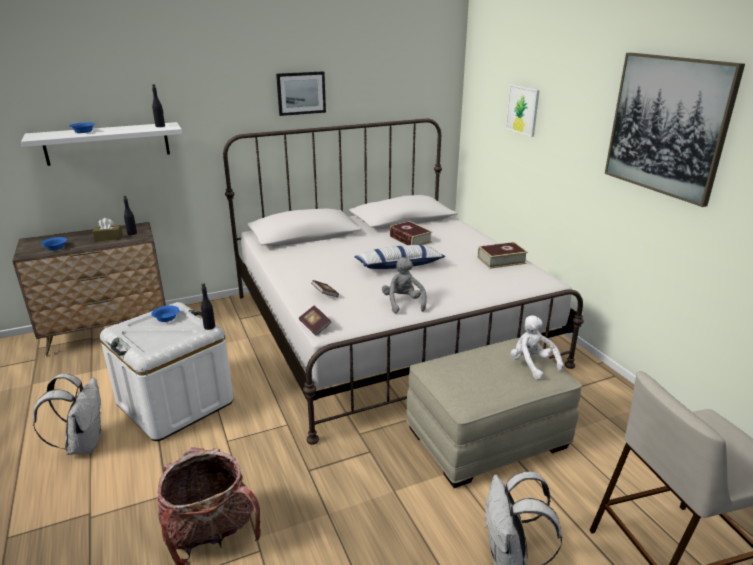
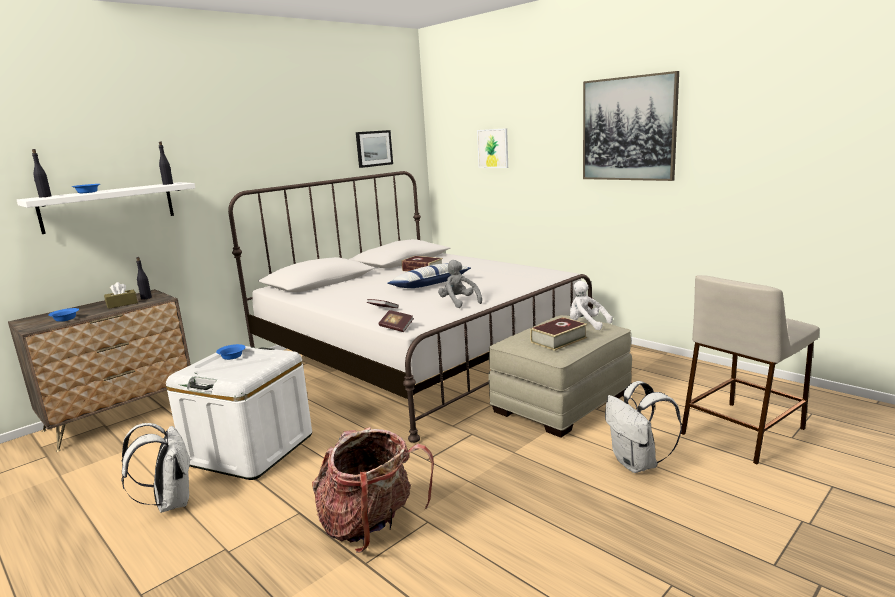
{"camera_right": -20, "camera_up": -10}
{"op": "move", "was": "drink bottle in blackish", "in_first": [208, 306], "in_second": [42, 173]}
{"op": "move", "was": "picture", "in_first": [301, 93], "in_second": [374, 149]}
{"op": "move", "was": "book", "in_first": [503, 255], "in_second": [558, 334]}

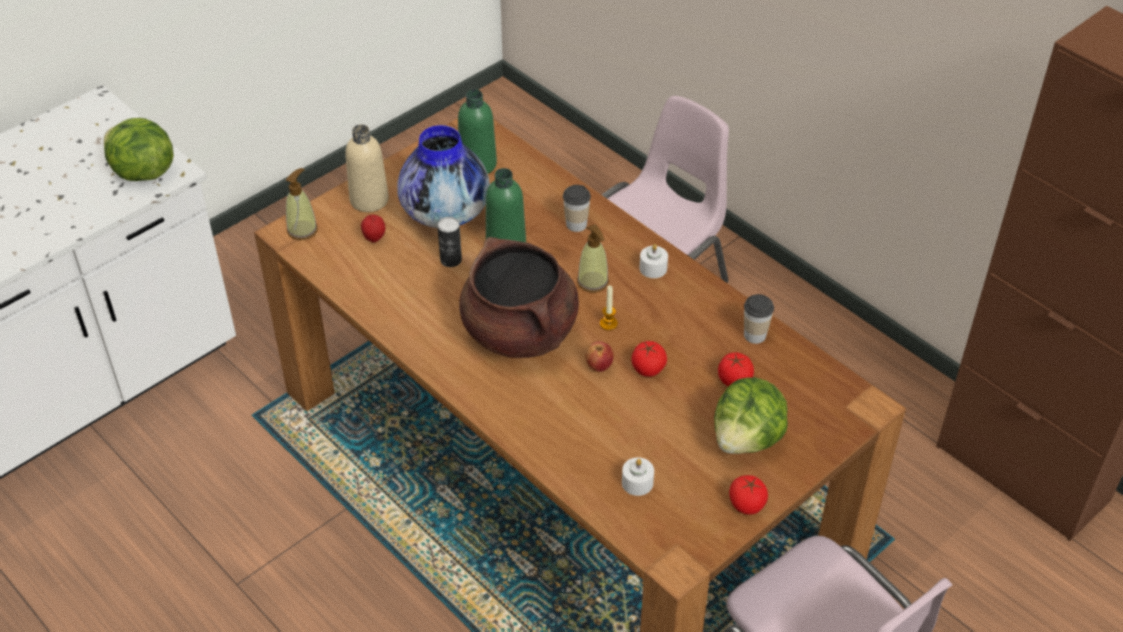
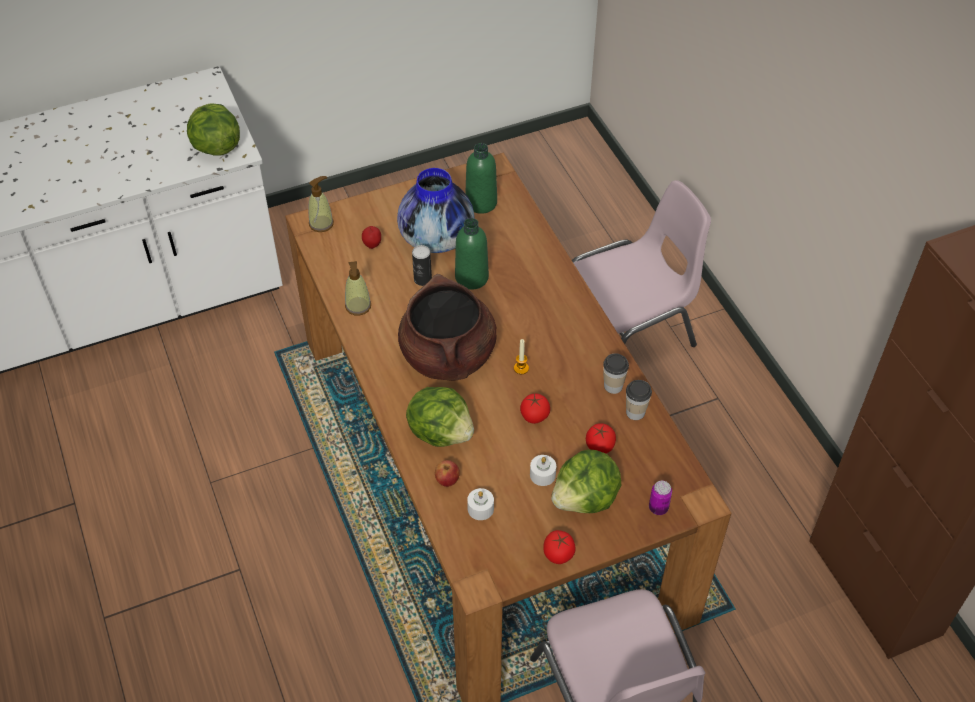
{"camera_right": 20, "camera_up": 5}
{"op": "delete", "was": "drink bottle in beige", "in_first": [367, 168]}
{"op": "move", "was": "drinking cup", "in_first": [577, 208], "in_second": [616, 373]}
{"op": "move", "was": "soap dispenser", "in_first": [593, 258], "in_second": [358, 288]}
{"op": "move", "was": "whole apple", "in_first": [599, 356], "in_second": [447, 473]}
{"op": "move", "was": "candle in white", "in_first": [654, 261], "in_second": [543, 470]}
{"op": "insert", "now": "lettuce head", "in_second": [440, 417]}
{"op": "insert", "now": "sealed can", "in_second": [660, 498]}

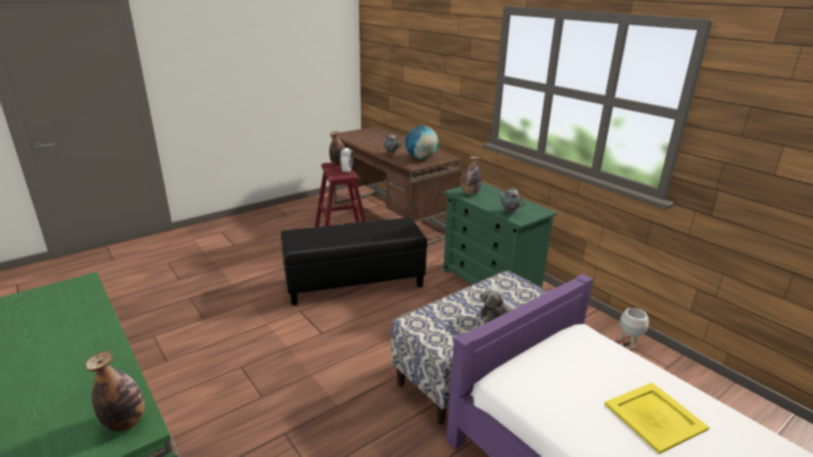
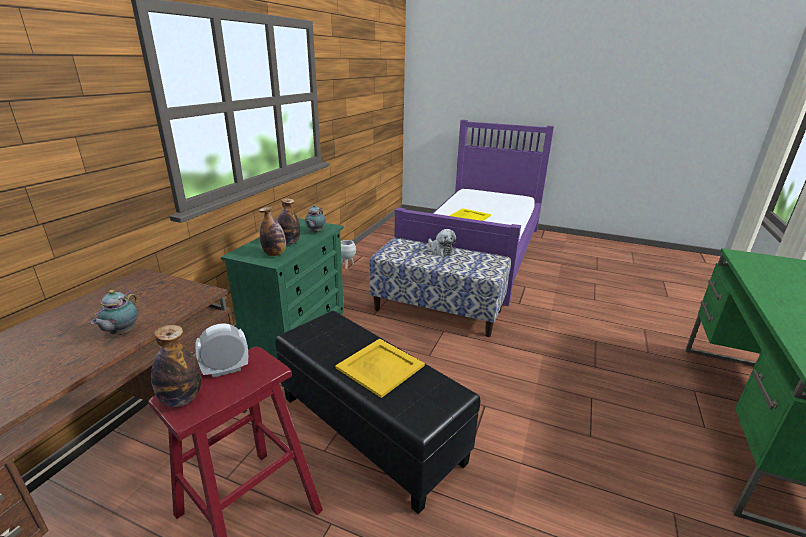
{"camera_right": -120, "camera_up": 0}
{"op": "move", "was": "drink bottle", "in_first": [115, 391], "in_second": [288, 221]}
{"op": "delete", "was": "world globe", "in_first": [422, 142]}
{"op": "insert", "now": "tray in yellow", "in_second": [380, 368]}

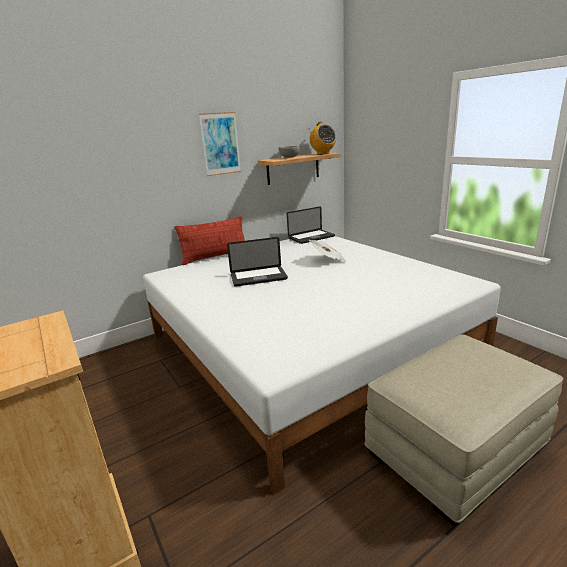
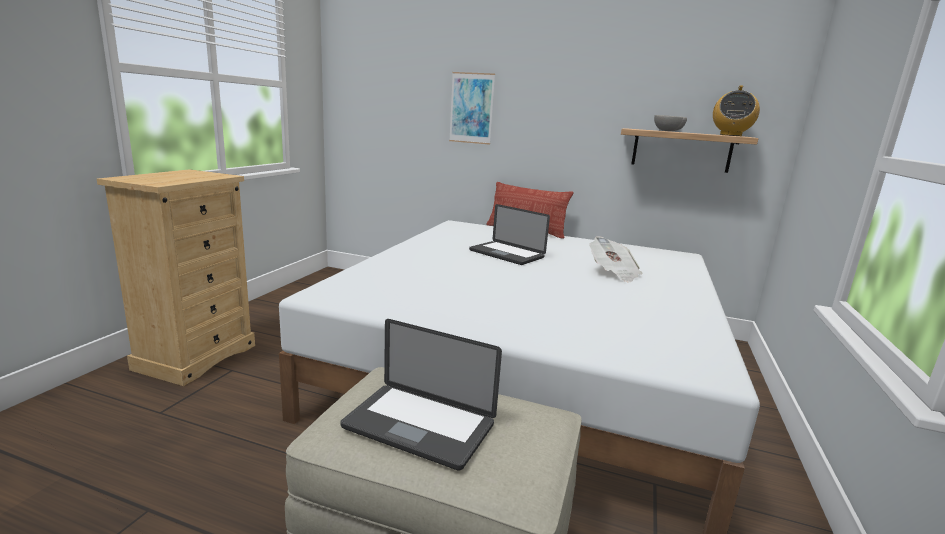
{"camera_right": 50, "camera_up": -5}
{"op": "move", "was": "picture", "in_first": [220, 144], "in_second": [472, 108]}
{"op": "move", "was": "laptop", "in_first": [311, 225], "in_second": [421, 394]}

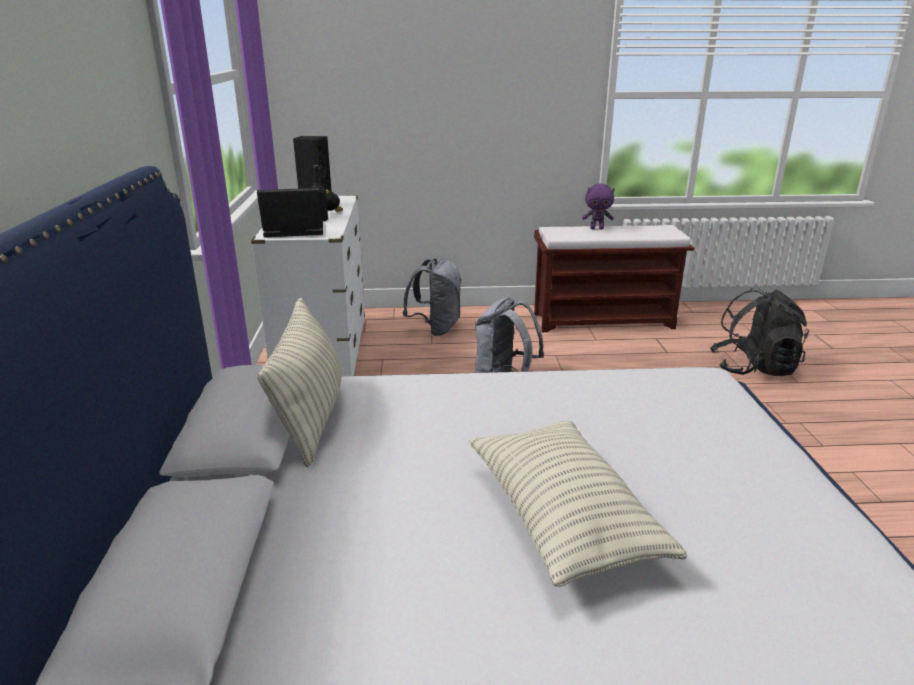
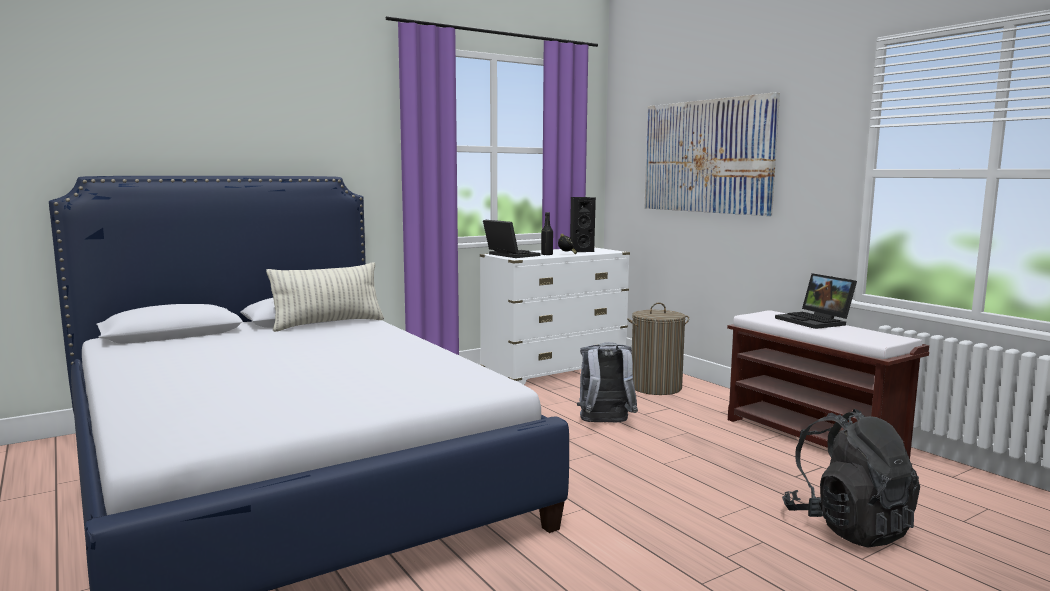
{"camera_right": 60, "camera_up": -15}
{"op": "replace", "was": "knapsack in greyish", "now": "laundry basket", "in_first": [432, 297], "in_second": [658, 348]}
{"op": "delete", "was": "throw pillow", "in_first": [578, 504]}
{"op": "replace", "was": "plush toy in purple-coloured", "now": "laptop", "in_first": [598, 206], "in_second": [816, 301]}
{"op": "insert", "now": "picture", "in_second": [712, 154]}

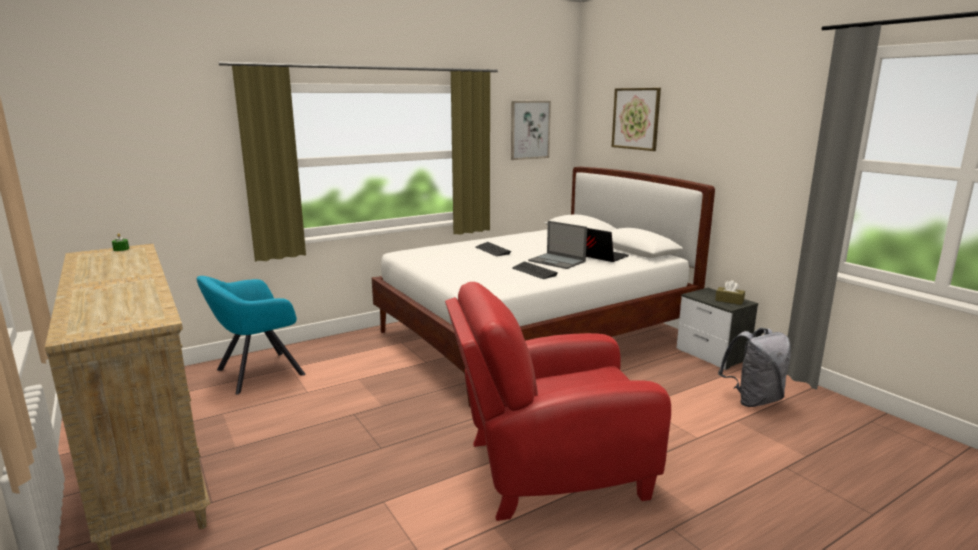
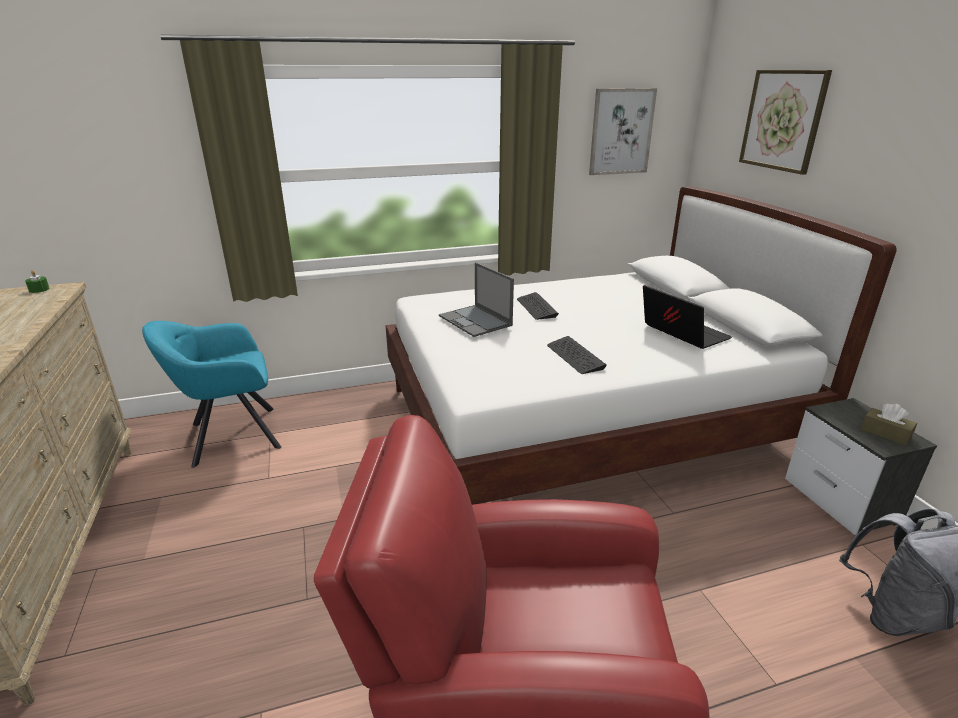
{"camera_right": 15, "camera_up": 10}
{"op": "move", "was": "laptop", "in_first": [557, 245], "in_second": [476, 299]}

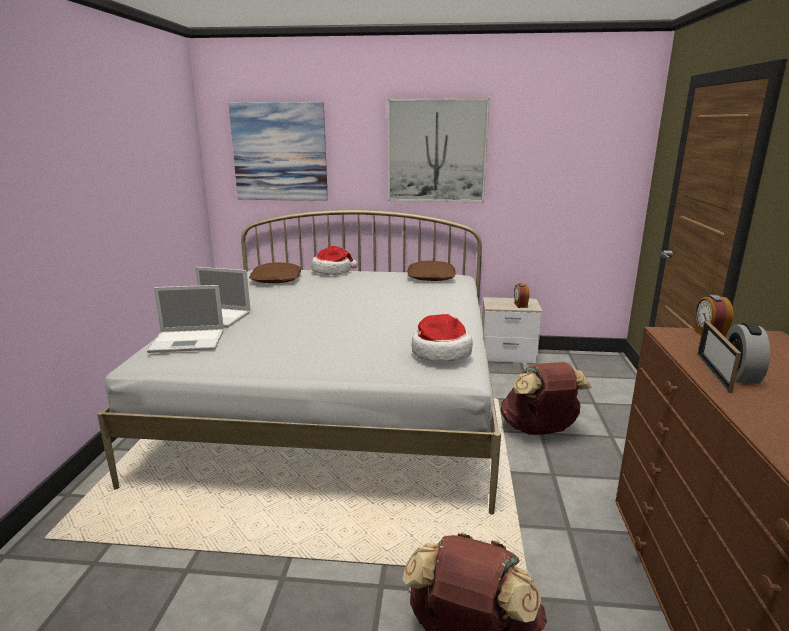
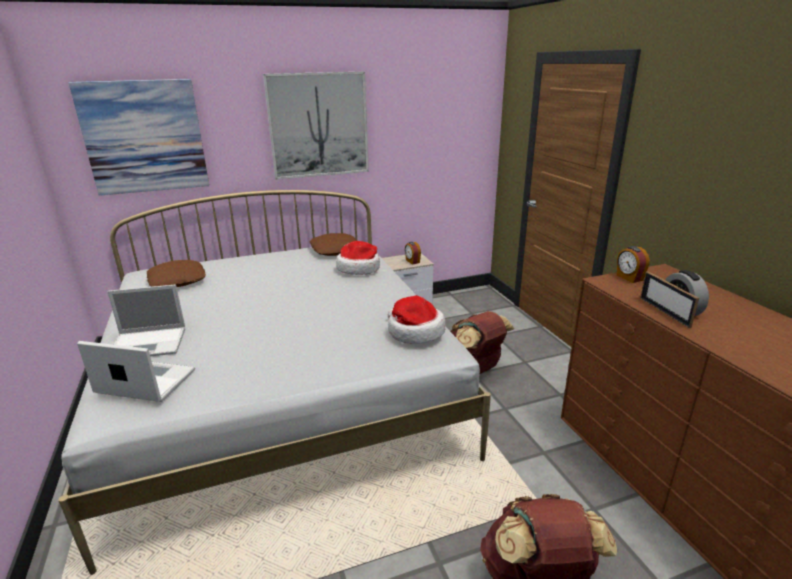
{"camera_right": -25, "camera_up": 5}
{"op": "rotate", "was": "laptop", "in_first": [185, 319], "in_second": [136, 371], "clockwise": -135}
{"op": "move", "was": "wearable hat", "in_first": [334, 260], "in_second": [358, 258]}

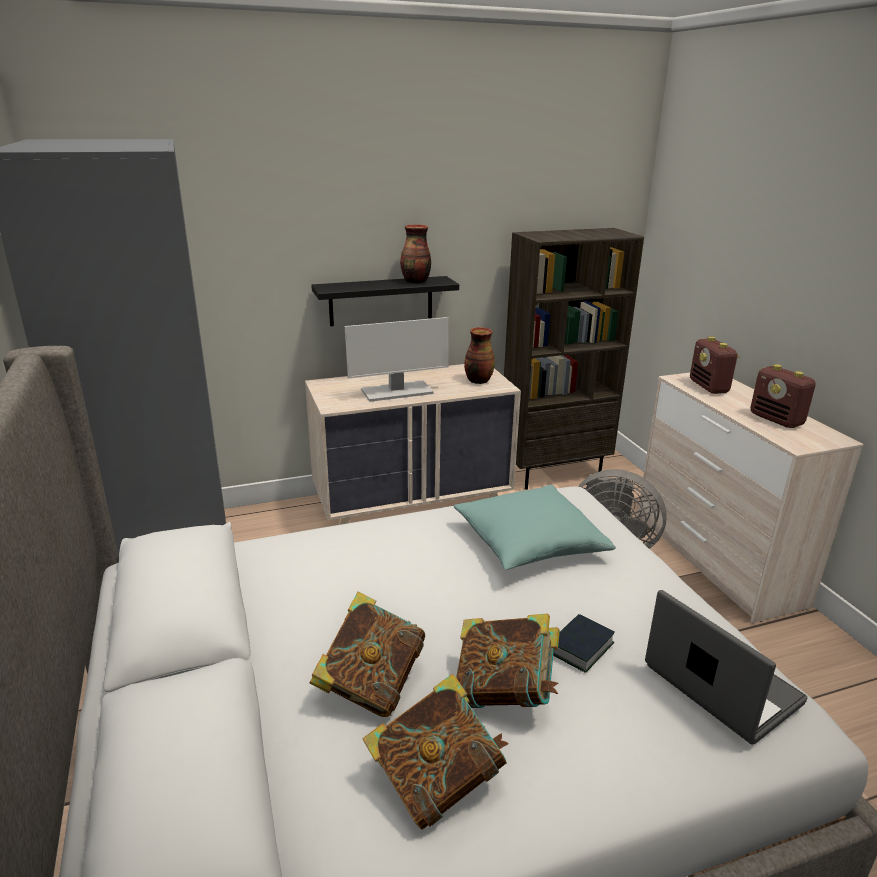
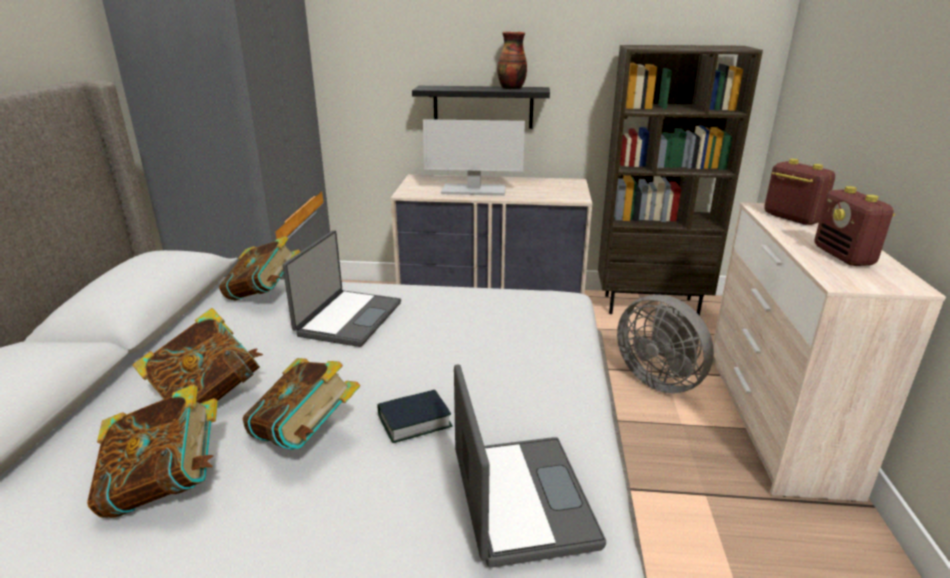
{"camera_right": 25, "camera_up": 0}
{"op": "delete", "was": "throw pillow in turquoise-coloured", "in_first": [535, 527]}
{"op": "delete", "was": "flower vase", "in_first": [479, 355]}
{"op": "rotate", "was": "radio receiver", "in_first": [714, 365], "in_second": [799, 192], "clockwise": 135}
{"op": "insert", "now": "book", "in_second": [259, 268]}
{"op": "insert", "now": "laptop", "in_second": [342, 288]}

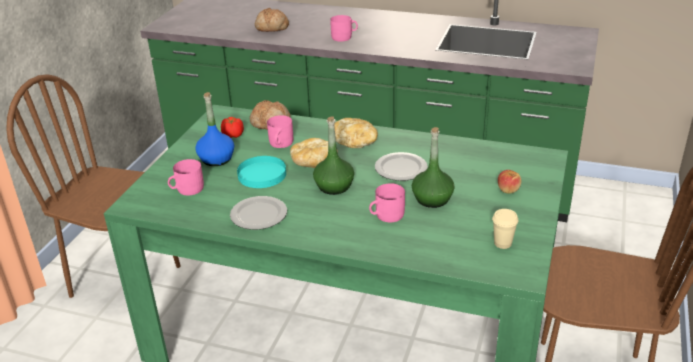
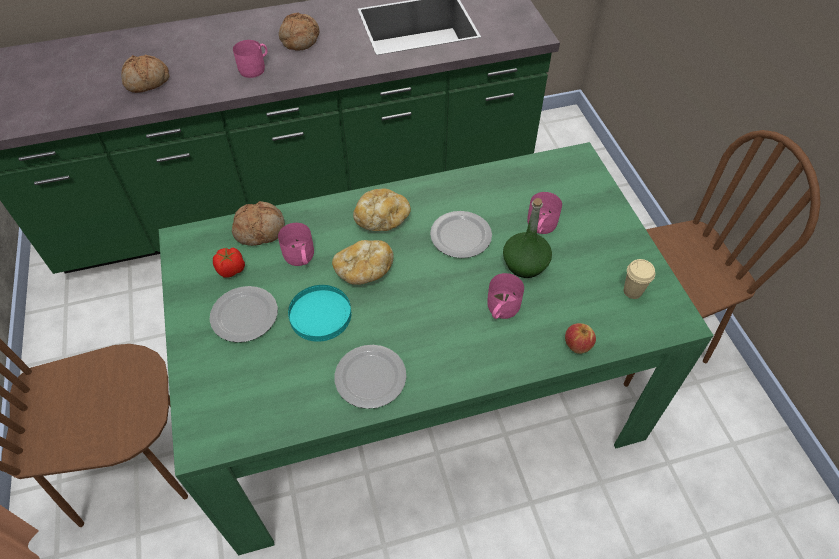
{"camera_right": -35, "camera_up": 20}
{"op": "move", "was": "coffee mug in pinkish", "in_first": [186, 177], "in_second": [544, 213]}
{"op": "replace", "was": "drink bottle in bluish", "now": "dinner plate", "in_first": [214, 129], "in_second": [244, 314]}
{"op": "delete", "was": "drink bottle in green-coloured", "in_first": [333, 155]}
{"op": "move", "was": "whole apple", "in_first": [509, 181], "in_second": [580, 338]}
{"op": "insert", "now": "bread", "in_second": [299, 32]}

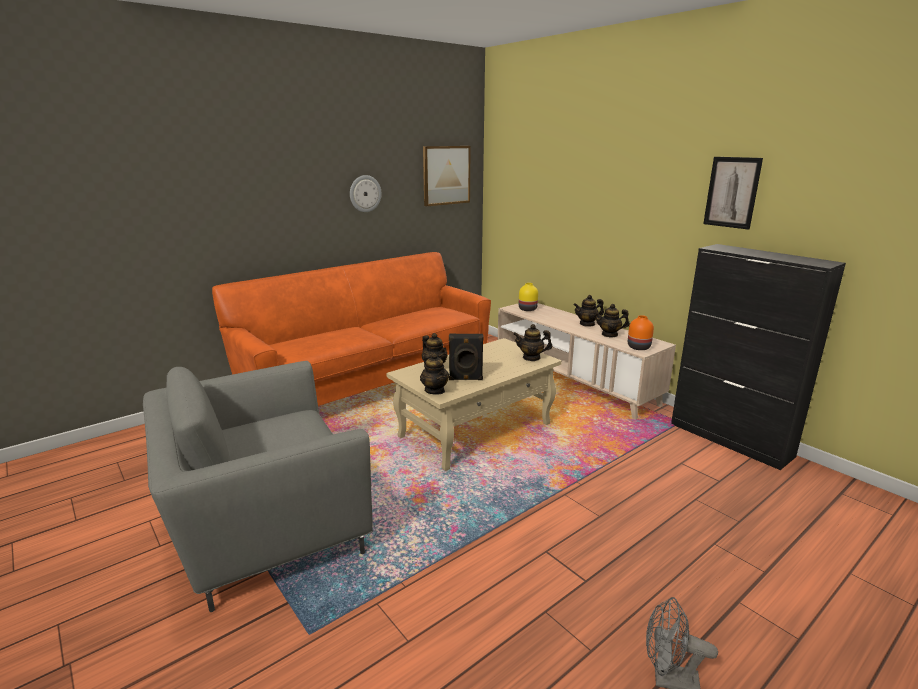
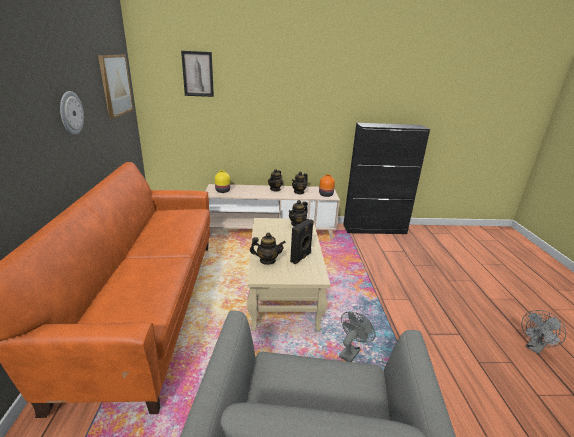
{"camera_right": -55, "camera_up": 5}
{"op": "delete", "was": "pot for tea", "in_first": [434, 374]}
{"op": "move", "was": "picture", "in_first": [733, 193], "in_second": [197, 74]}
{"op": "insert", "now": "fan in greyish", "in_second": [357, 337]}

